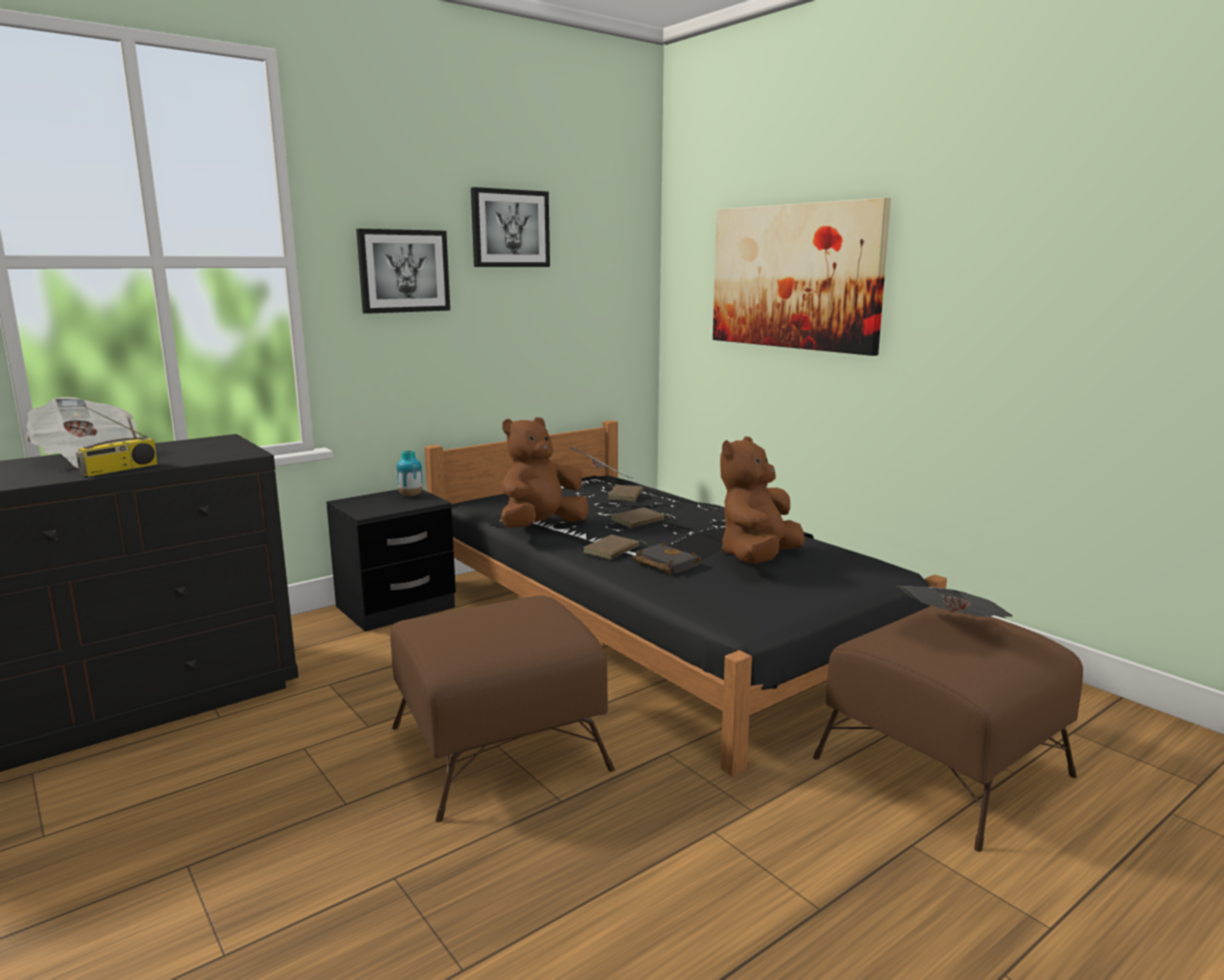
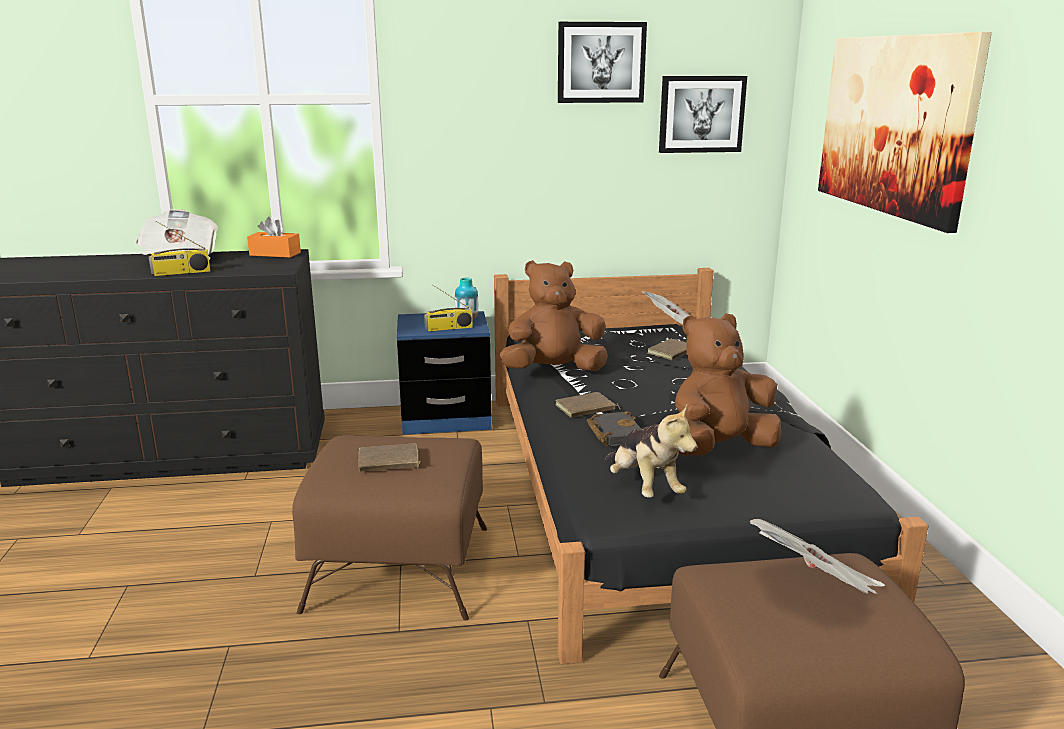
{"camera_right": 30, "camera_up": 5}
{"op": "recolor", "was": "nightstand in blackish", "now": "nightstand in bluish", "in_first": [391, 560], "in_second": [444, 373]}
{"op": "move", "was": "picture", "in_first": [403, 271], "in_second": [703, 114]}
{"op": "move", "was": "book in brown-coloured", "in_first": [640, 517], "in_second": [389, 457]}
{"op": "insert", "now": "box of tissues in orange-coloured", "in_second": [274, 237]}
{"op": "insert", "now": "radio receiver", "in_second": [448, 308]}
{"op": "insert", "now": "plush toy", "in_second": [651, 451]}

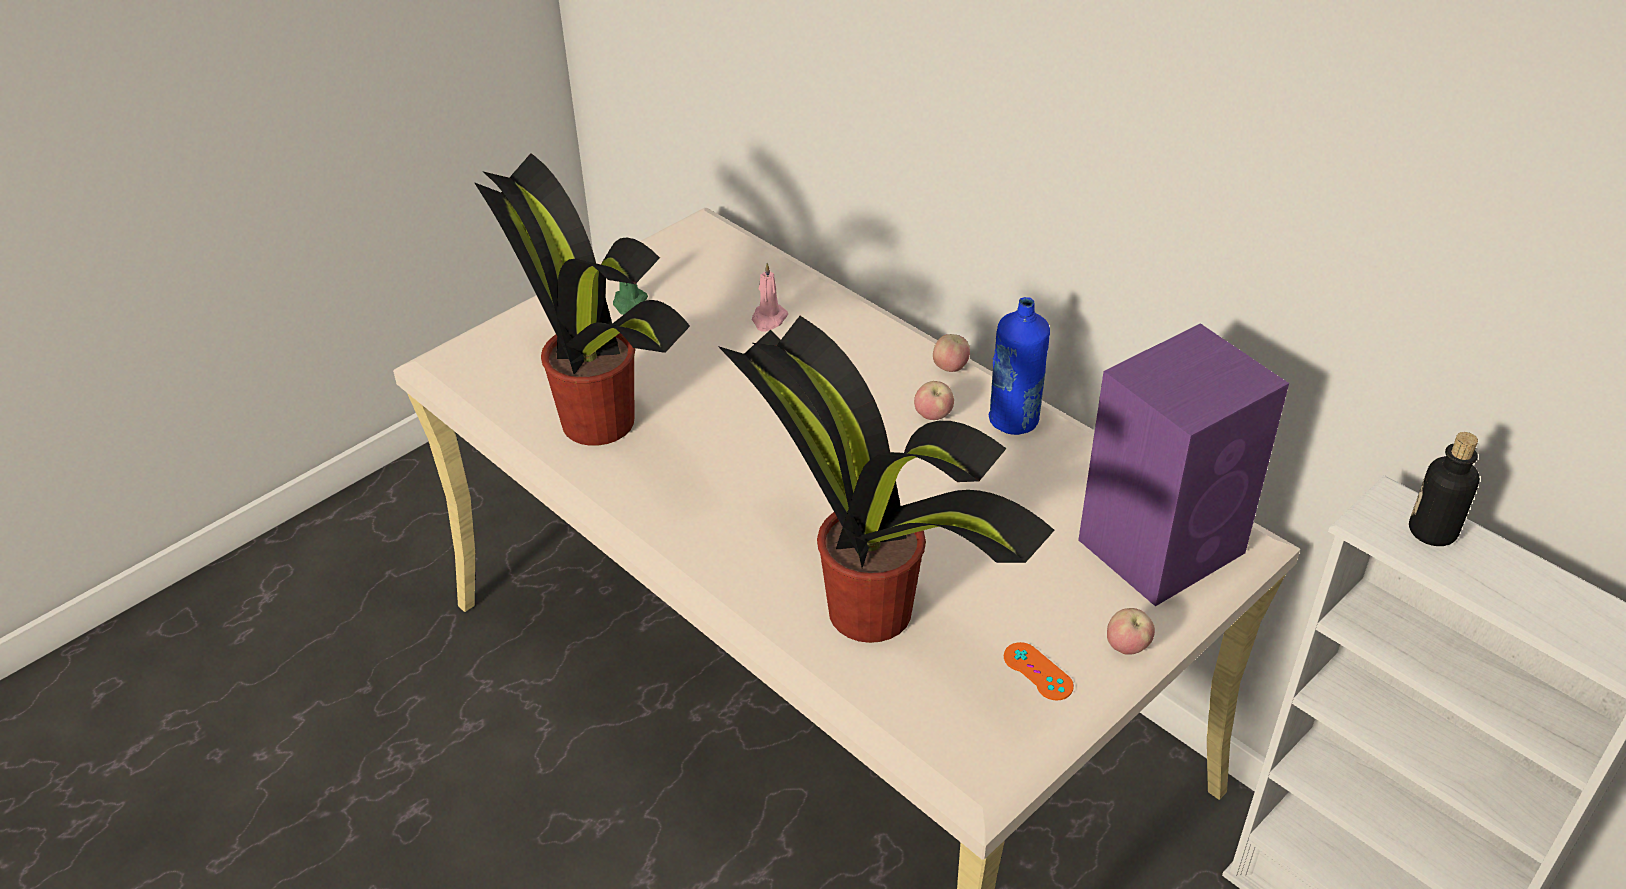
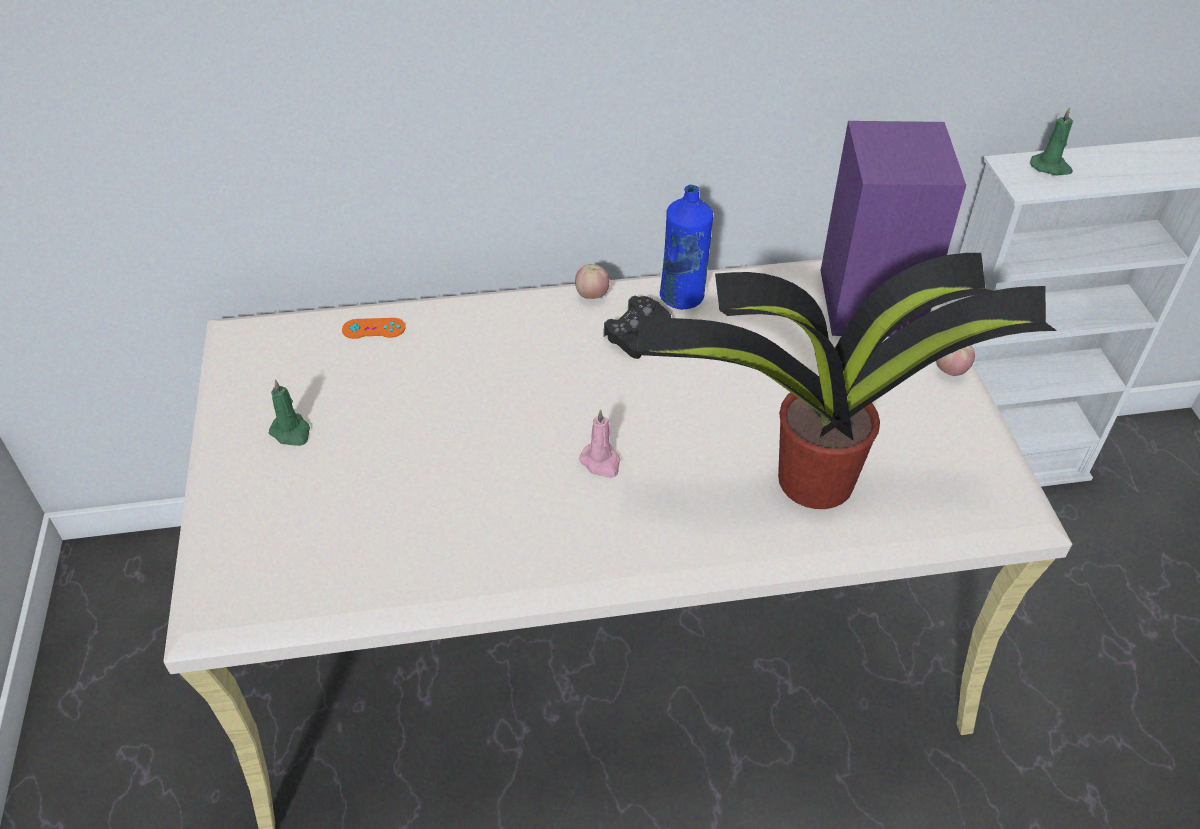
{"camera_right": -55, "camera_up": 5}
{"op": "delete", "was": "houseplant", "in_first": [582, 299]}
{"op": "move", "was": "candle in pinkish", "in_first": [770, 297], "in_second": [599, 443]}
{"op": "replace", "was": "whole apple", "now": "joypad in blackish", "in_first": [934, 400], "in_second": [637, 327]}
{"op": "move", "was": "joypad in orange-coloured", "in_first": [1039, 671], "in_second": [374, 328]}
{"op": "replace", "was": "drink bottle", "now": "candle in green-coloured", "in_first": [1444, 489], "in_second": [1051, 141]}

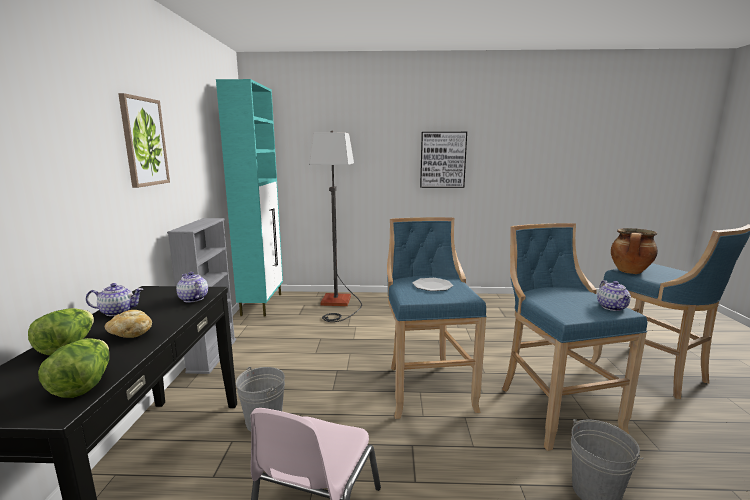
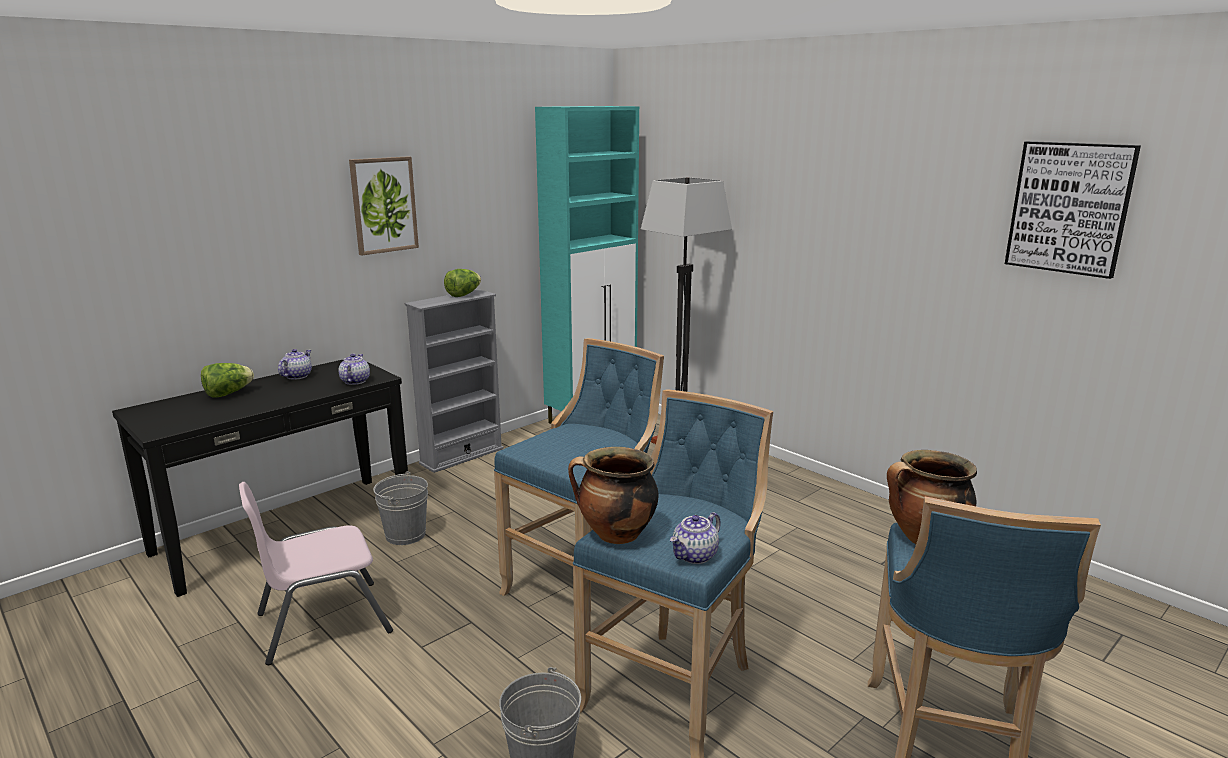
{"camera_right": 45, "camera_up": 5}
{"op": "move", "was": "lettuce head", "in_first": [73, 368], "in_second": [462, 283]}
{"op": "rotate", "was": "pot for tea", "in_first": [114, 299], "in_second": [295, 364], "clockwise": -105}
{"op": "delete", "was": "bread", "in_first": [128, 324]}
{"op": "delete", "was": "dinner plate", "in_first": [433, 284]}
{"op": "move", "was": "picture", "in_first": [443, 160], "in_second": [1073, 210]}
{"op": "insert", "now": "stockpot", "in_second": [613, 495]}

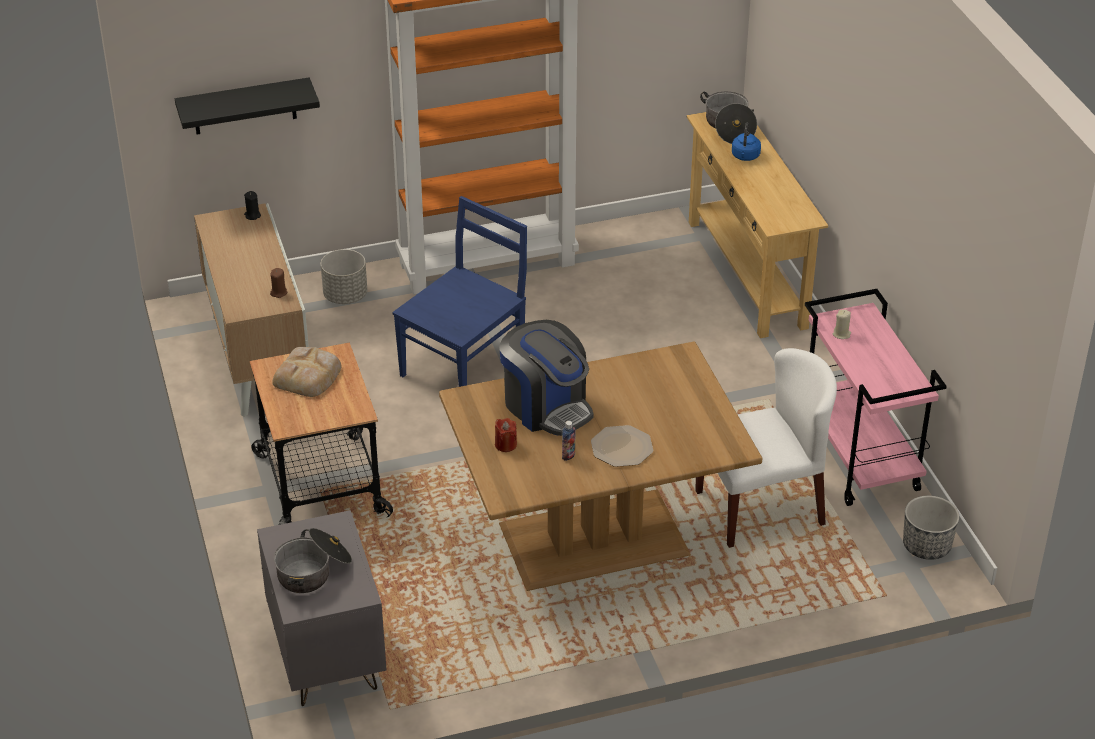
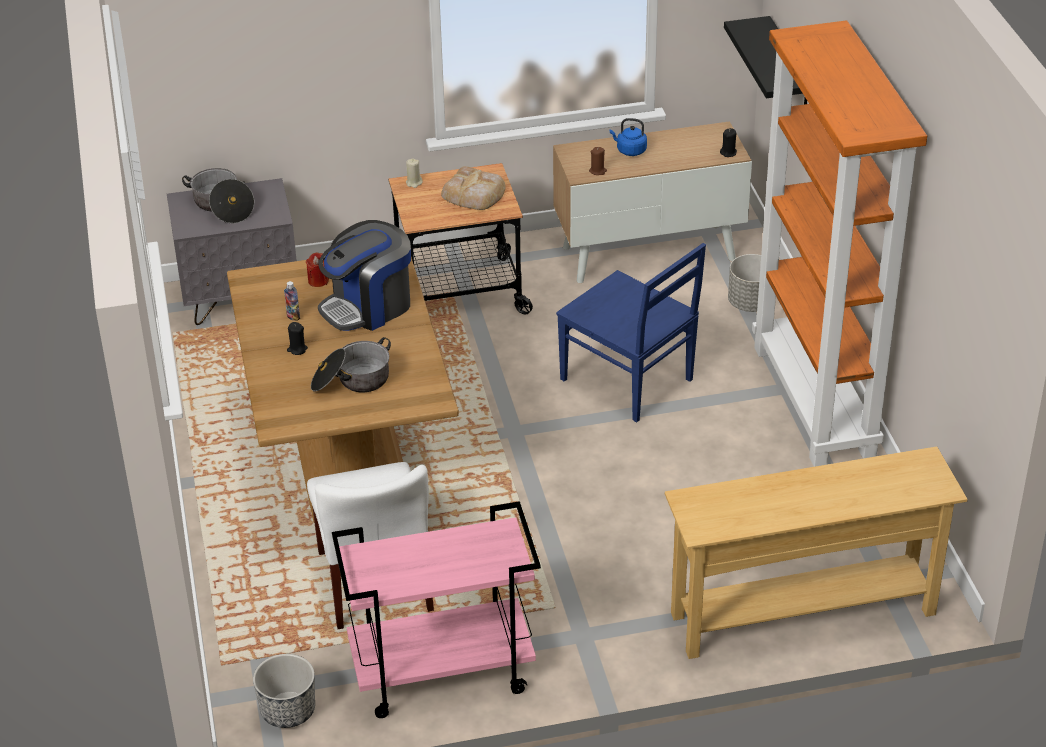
{"camera_right": 95, "camera_up": 0}
{"op": "replace", "was": "dinner plate", "now": "candle in blackish", "in_first": [622, 446], "in_second": [297, 338]}
{"op": "move", "was": "stockpot", "in_first": [728, 117], "in_second": [351, 364]}
{"op": "move", "was": "kettle in bluish", "in_first": [746, 141], "in_second": [628, 137]}
{"op": "move", "was": "candle in beige", "in_first": [842, 324], "in_second": [414, 173]}

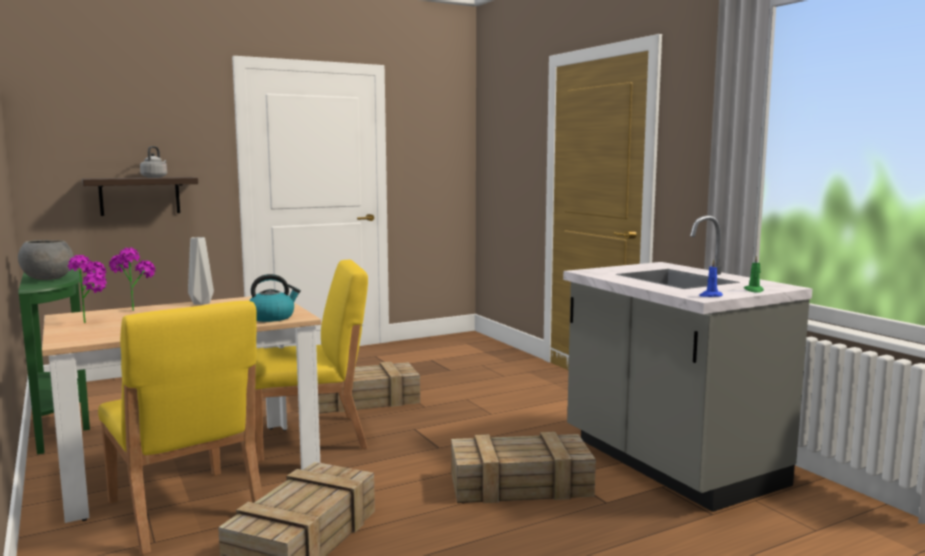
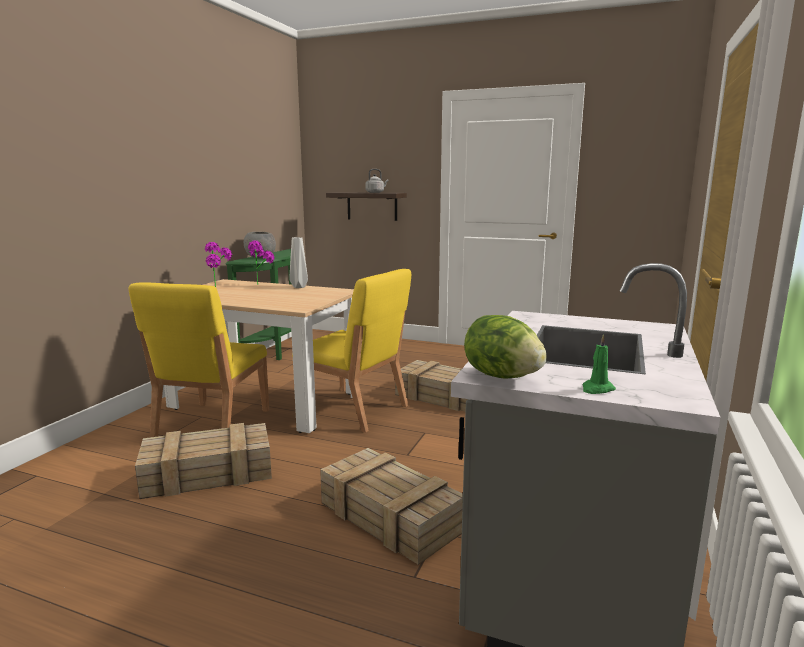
{"camera_right": 50, "camera_up": 5}
{"op": "delete", "was": "kettle", "in_first": [275, 298]}
{"op": "replace", "was": "candle in bluish", "now": "lettuce head", "in_first": [711, 278], "in_second": [505, 347]}

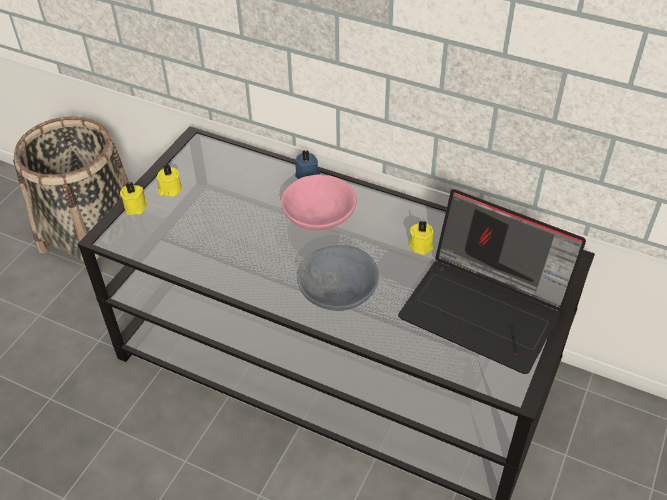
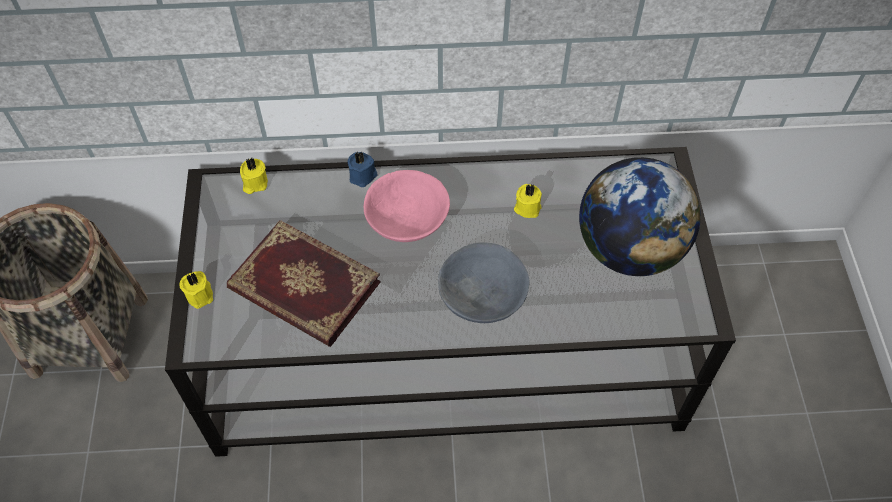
{"camera_right": -30, "camera_up": 10}
{"op": "move", "was": "candle in yellow", "in_first": [169, 180], "in_second": [254, 176]}
{"op": "replace", "was": "laptop", "now": "world globe", "in_first": [492, 281], "in_second": [640, 216]}
{"op": "insert", "now": "book", "in_second": [304, 283]}

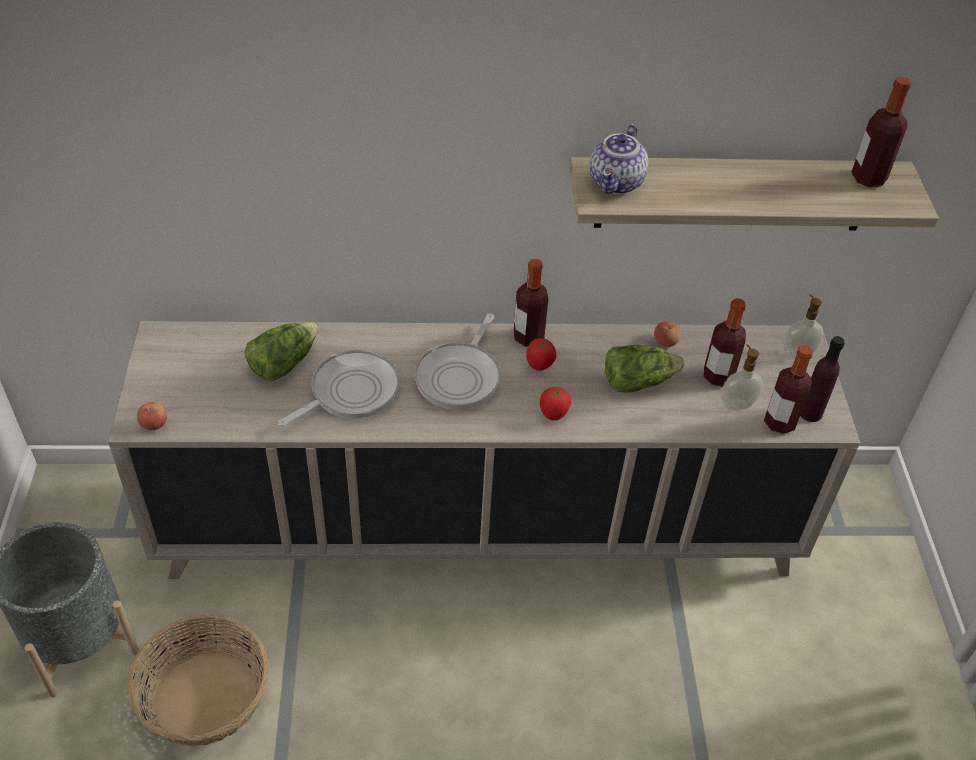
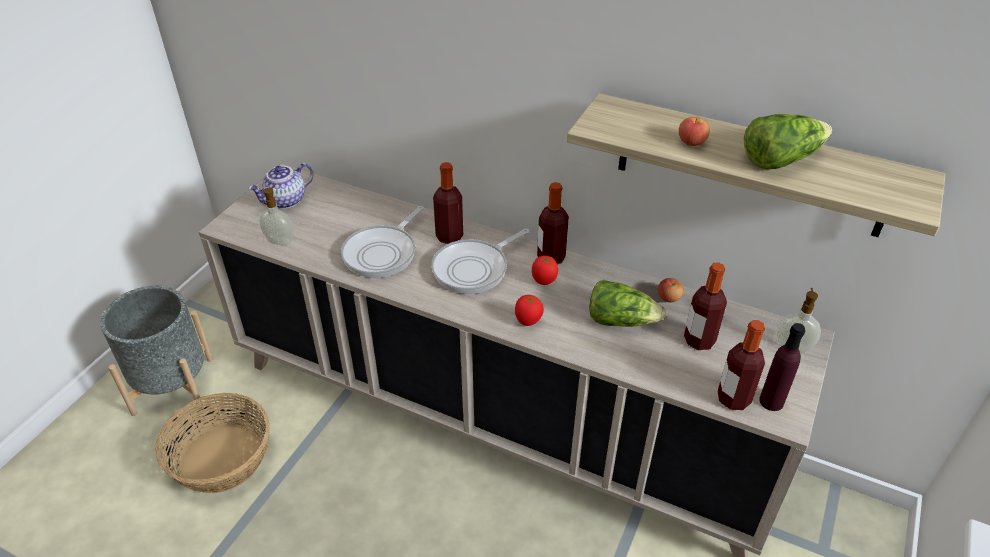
{"camera_right": 30, "camera_up": -5}
{"op": "move", "was": "whole apple", "in_first": [152, 416], "in_second": [694, 131]}
{"op": "move", "was": "lettuce head", "in_first": [281, 351], "in_second": [788, 141]}
{"op": "rotate", "was": "skillet", "in_first": [338, 388], "in_second": [382, 242], "clockwise": 135}
{"op": "move", "was": "pot for tea", "in_first": [619, 159], "in_second": [281, 186]}
{"op": "move", "was": "soap dispenser", "in_first": [742, 377], "in_second": [276, 215]}
{"op": "move", "was": "drink bottle", "in_first": [881, 132], "in_second": [448, 203]}

